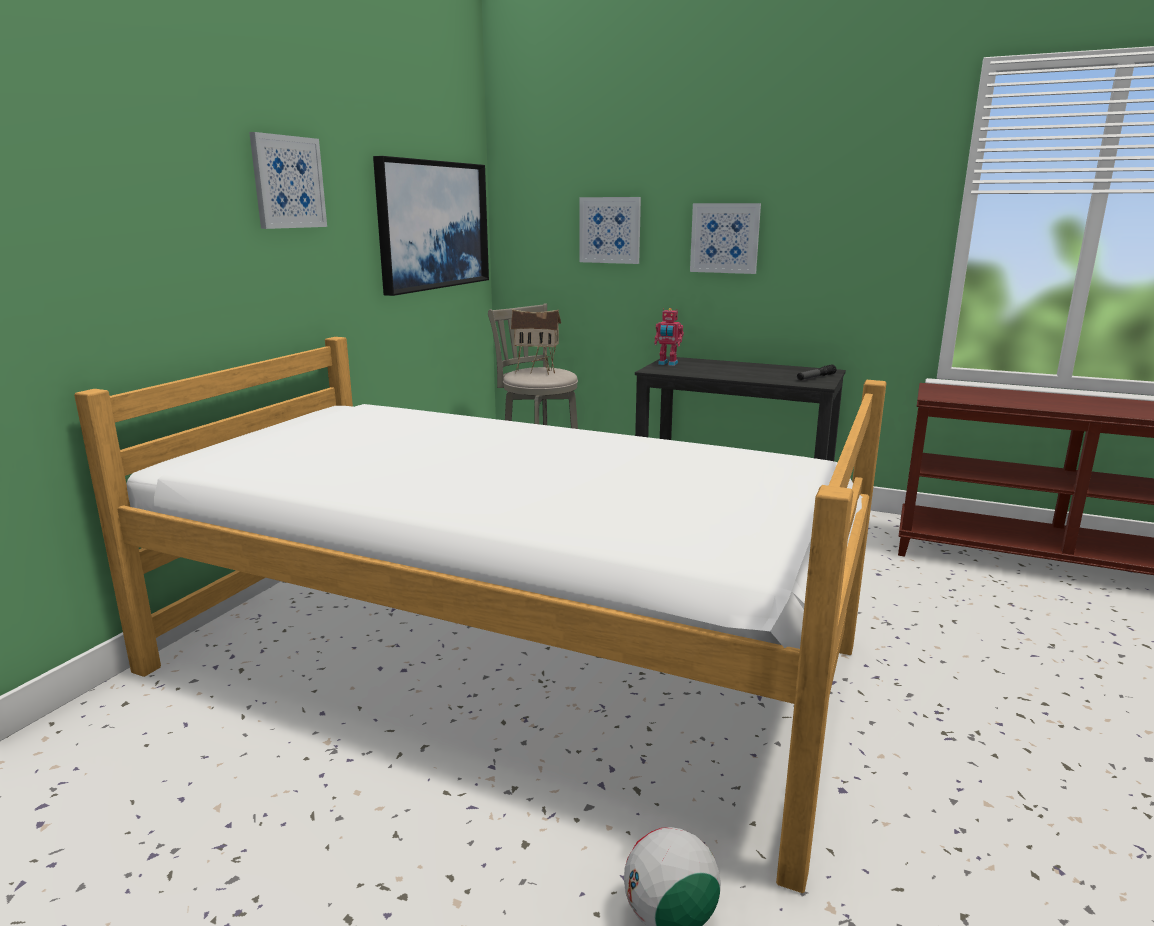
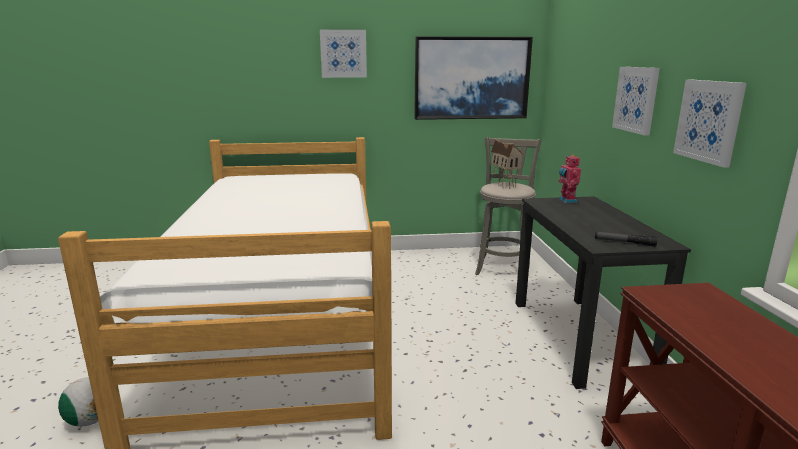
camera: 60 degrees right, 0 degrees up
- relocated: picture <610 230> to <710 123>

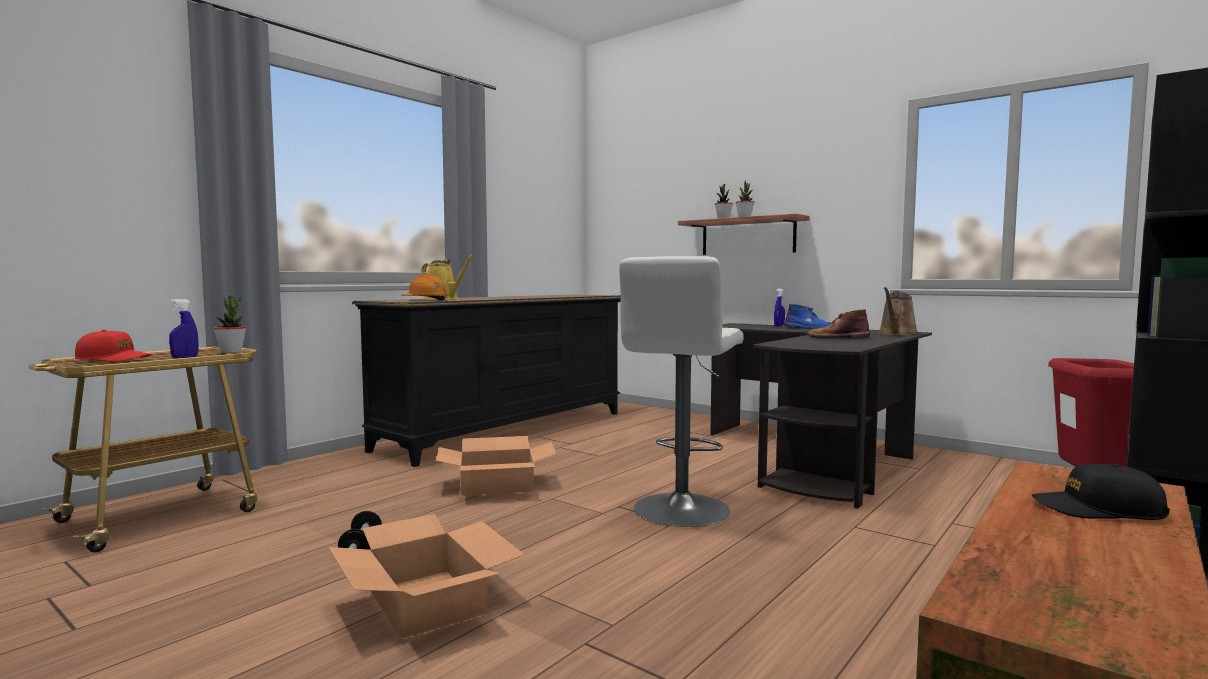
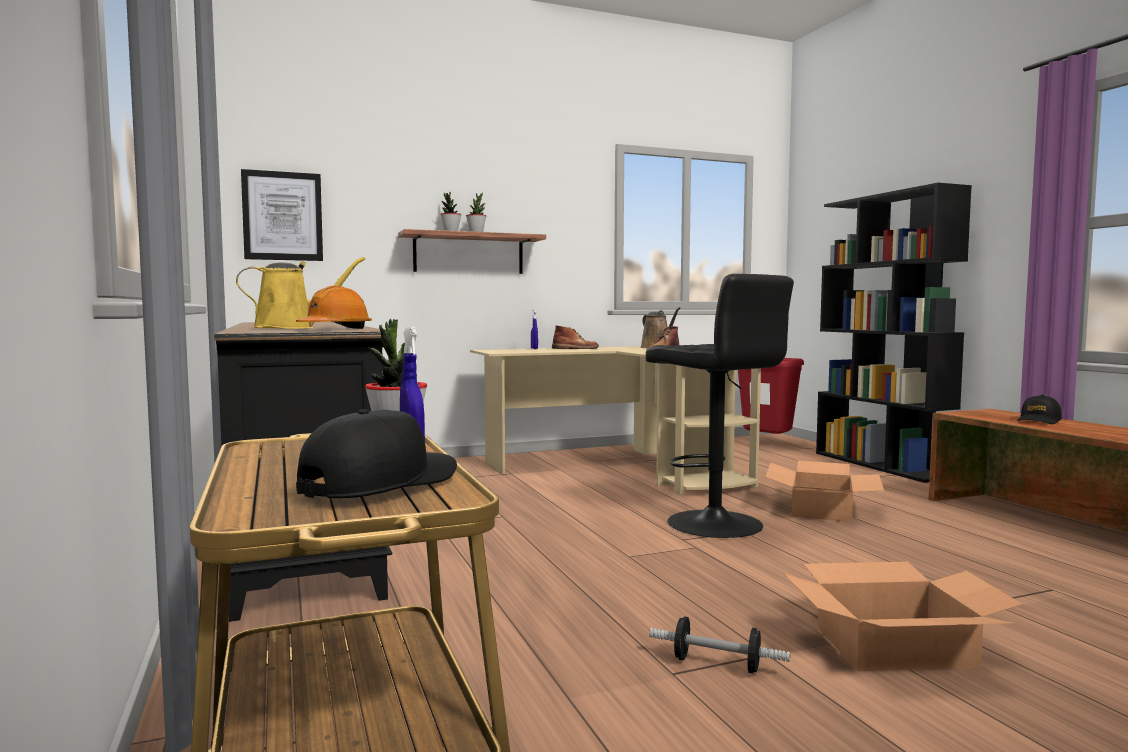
camera: 60 degrees left, 0 degrees up
- appeared: picture <282 215>
- colour: red cap <113 346> to black cap <376 453>
- colour: black desk <821 415> to beige desk <615 420>
- colour: blue boot <808 316> to brown boot <575 337>
- colour: white stool <681 391> to black stool <720 406>
- relocated: cardboard box <496 465> to <824 491>

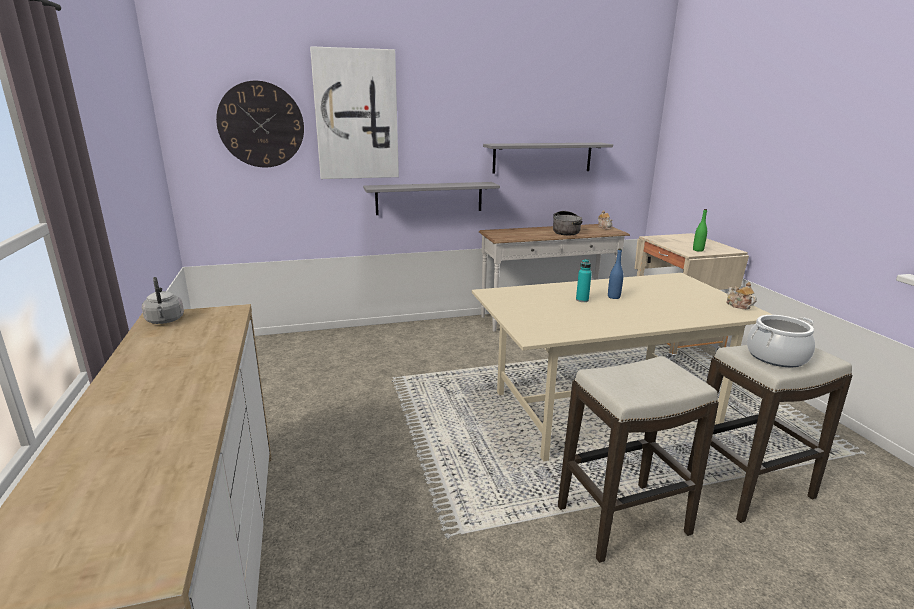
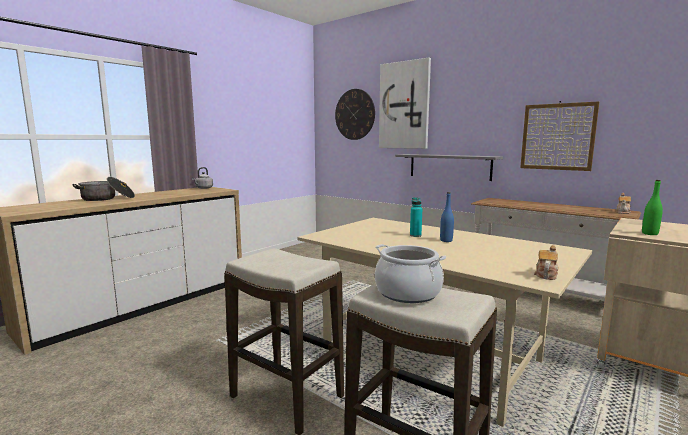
camera: 55 degrees right, 10 degrees down
- relocated: cooking pot <567 223> to <104 189>
- exchanged: grey shelf <548 158> to picture <559 136>

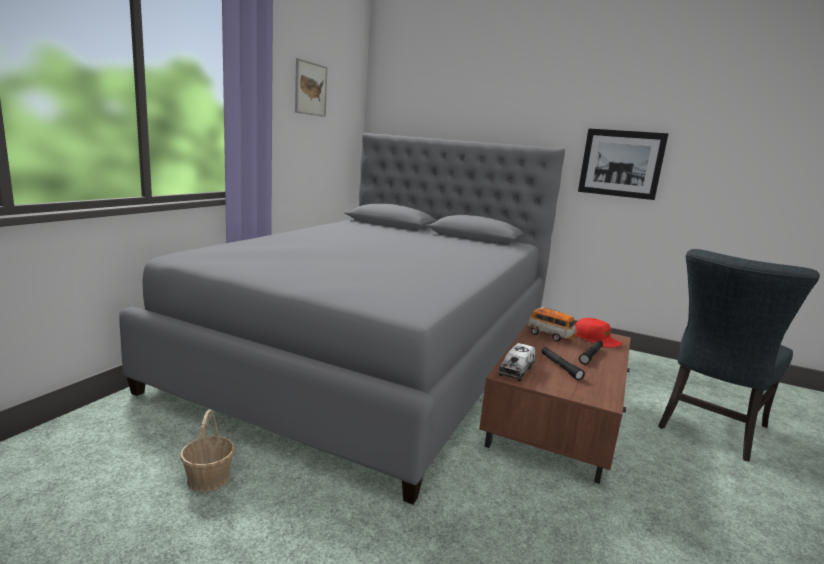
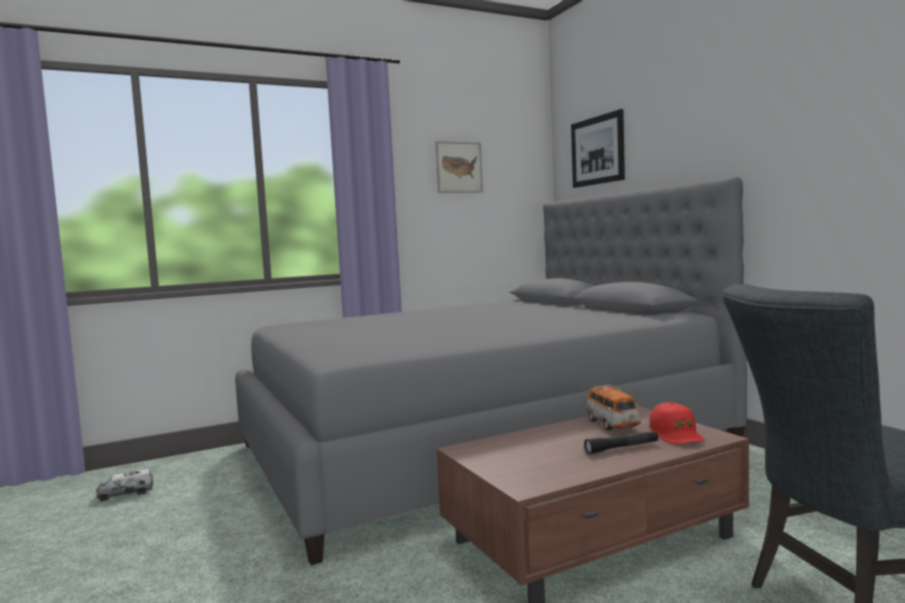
camera: 40 degrees right, 10 degrees down
- relocated: toy truck <517 362> to <125 485>
- relocated: picture <623 164> to <598 148>
- missing: basket <207 450>
- missing: black flashlight <563 363>

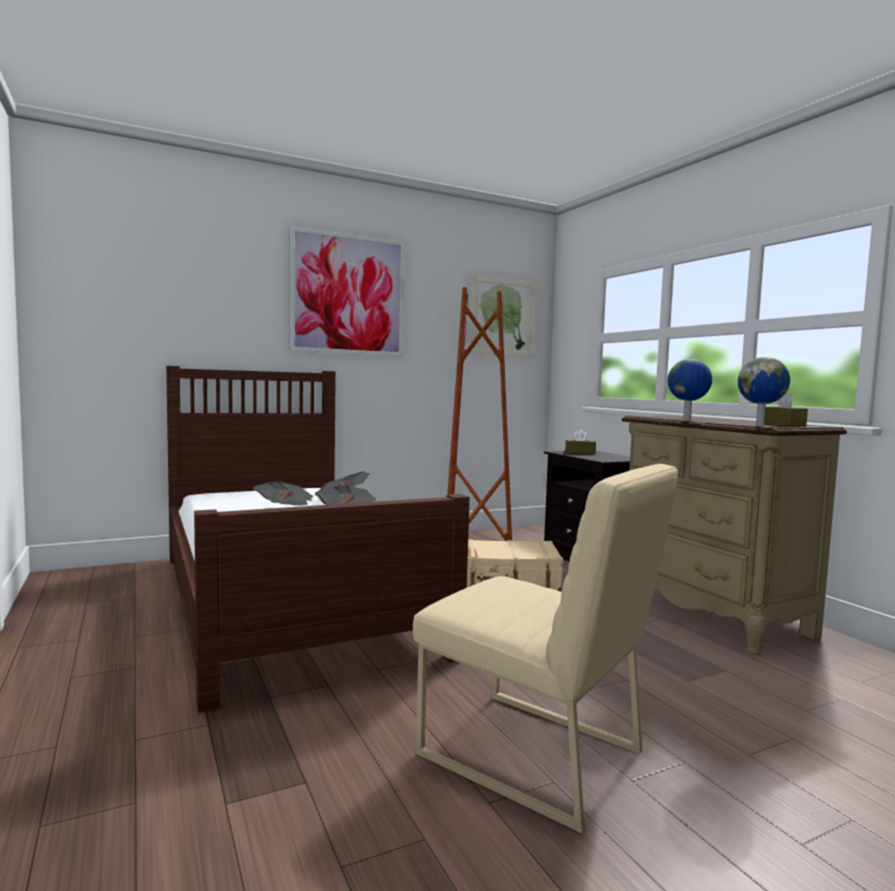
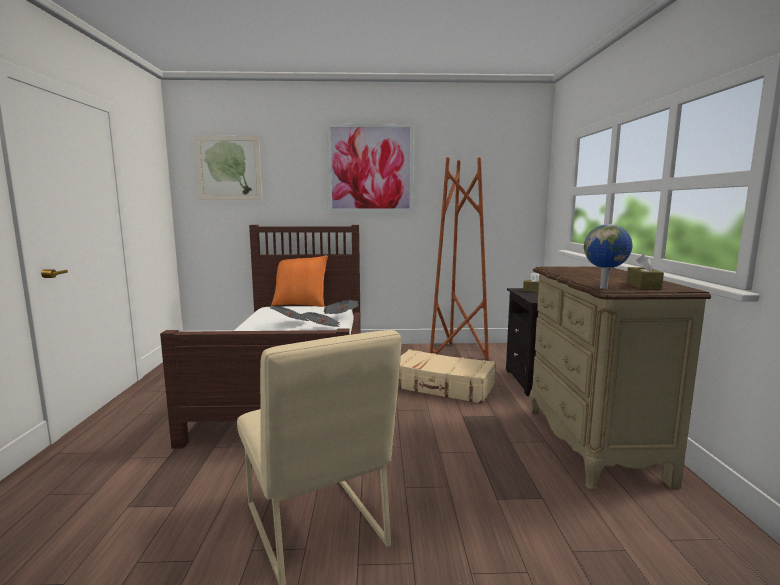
camera: 25 degrees right, 5 degrees up
- relocated: picture <503 316> to <228 167>
- appeared: orange pillow <299 281>
- missing: globe <689 390>

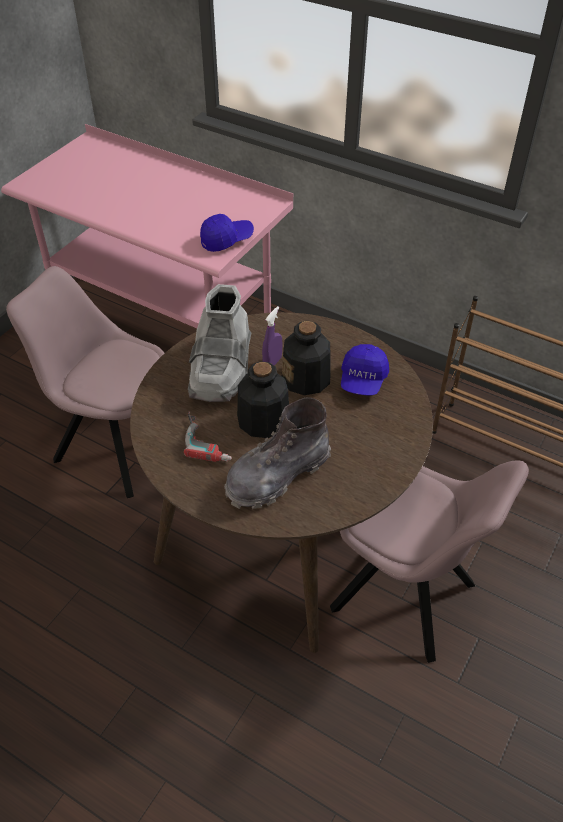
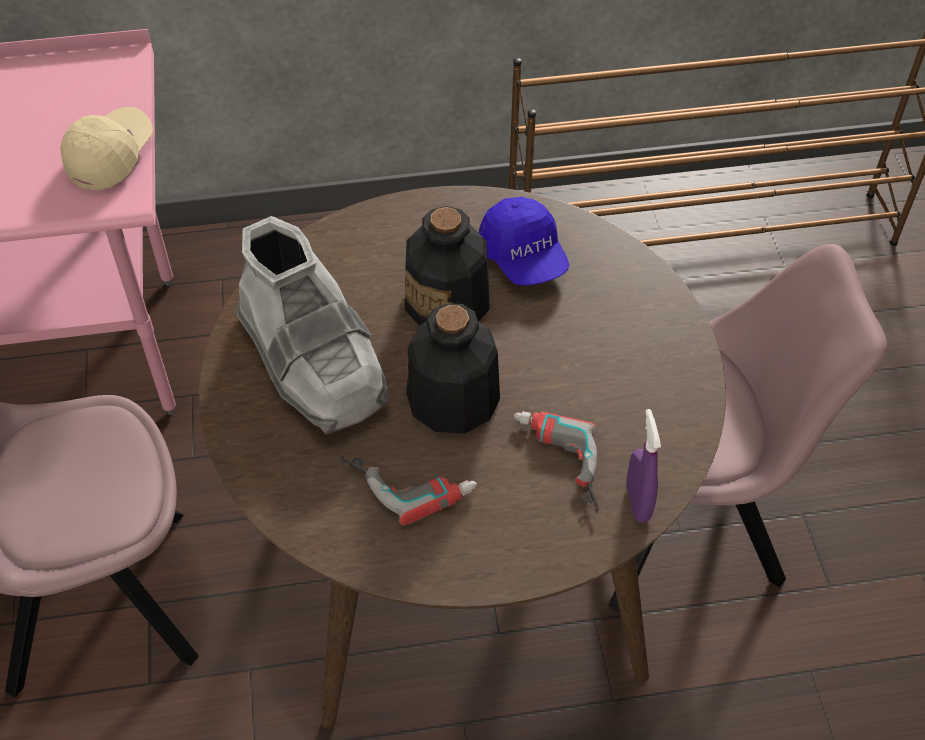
camera: 40 degrees left, 5 degrees up
- colour: blue cap <227 233> to beige cap <106 149>
- exchanged: grey boot <277 453> to power drill <556 462>
- relocated: purple spray bottle <272 335> to <643 466>

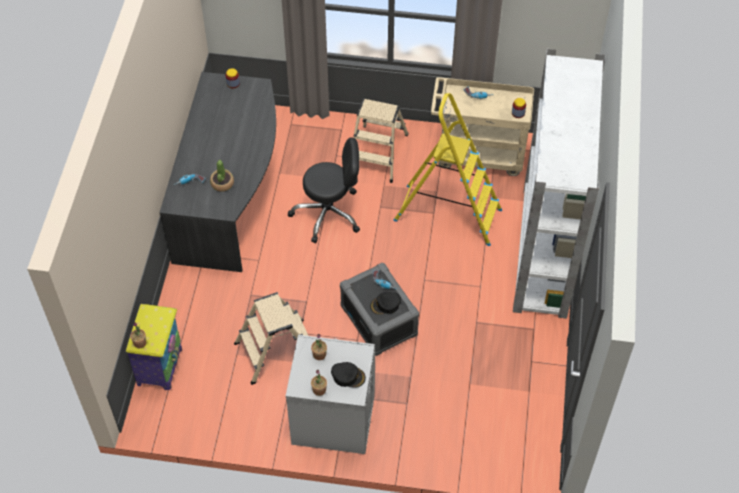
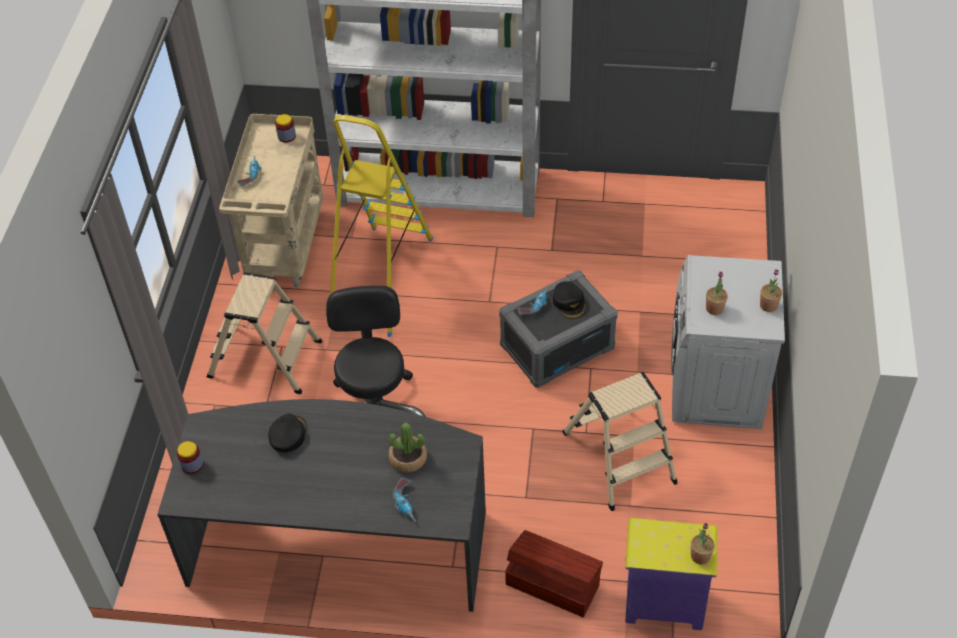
camera: 90 degrees left, 5 degrees down
- relocated: black cap <348 375> to <287 433>
- appeared: brown storage box <554 573>

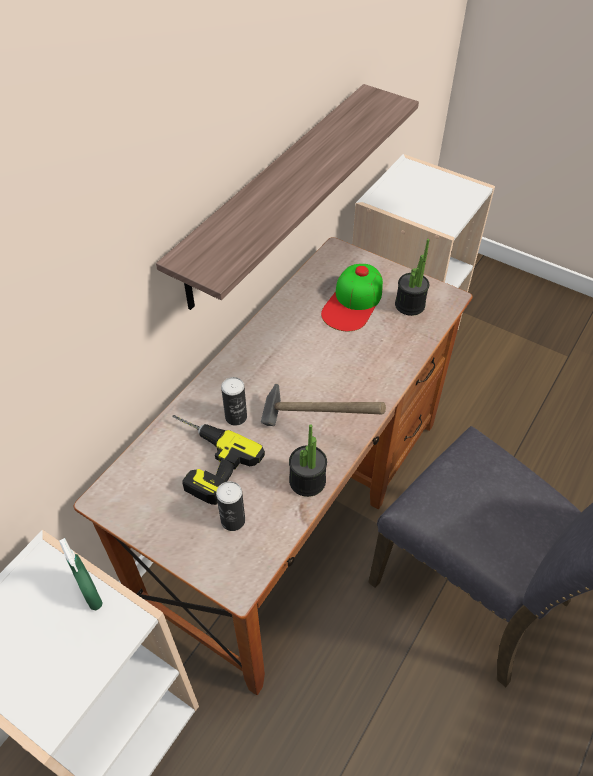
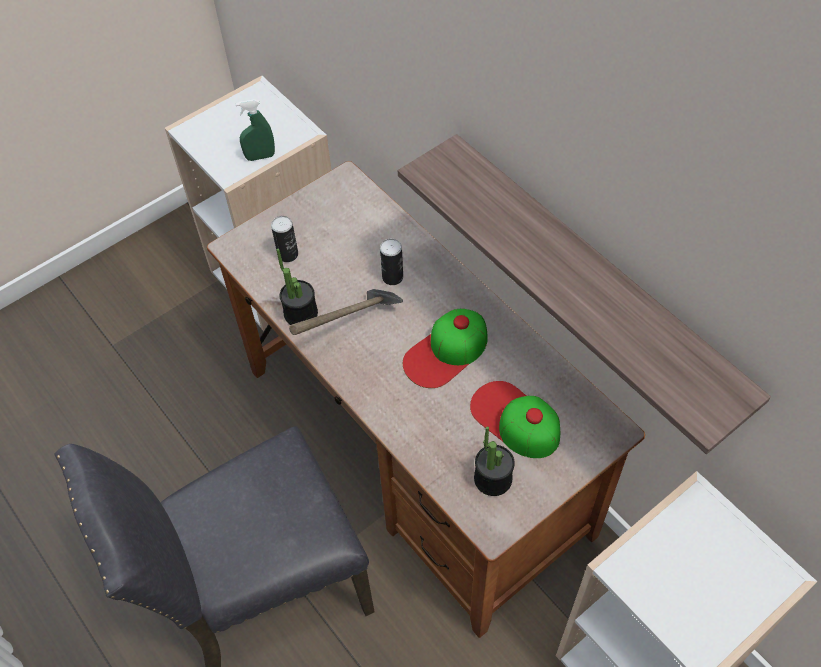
camera: 110 degrees right, 5 degrees up
- appeared: cap <445 348>
- missing: power drill <218 460>

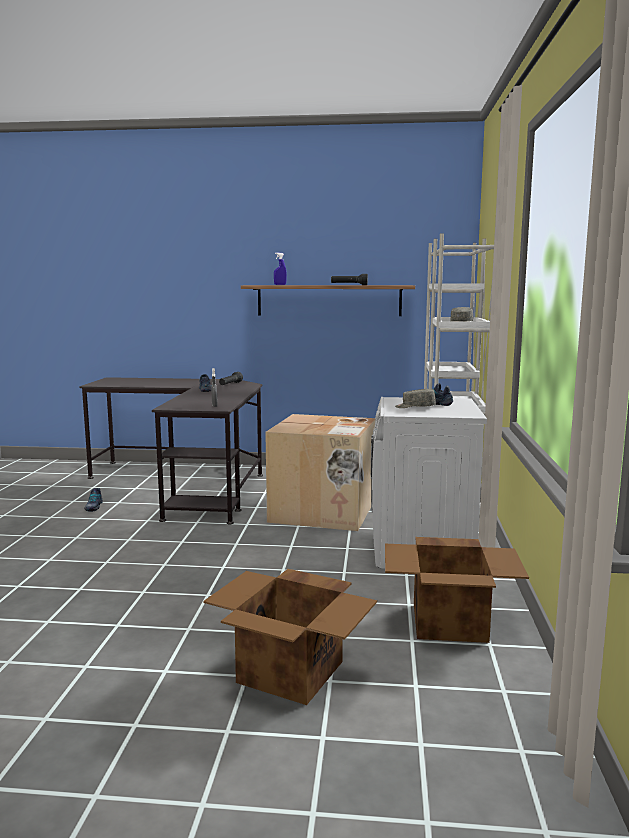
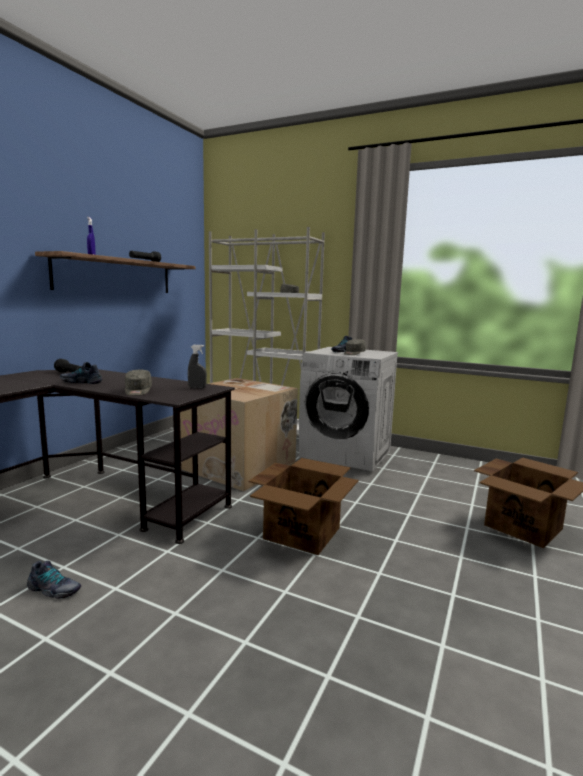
camera: 70 degrees left, 0 degrees up
- appeared: grey cap <138 383>
- relocated: cardboard box <457 590> to <303 506>

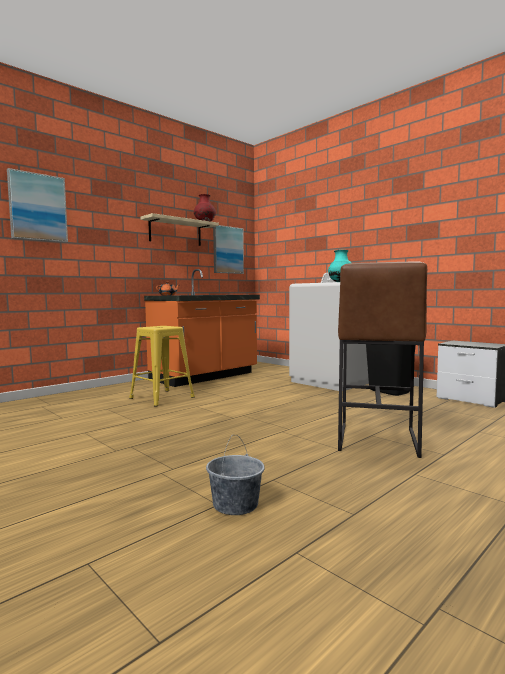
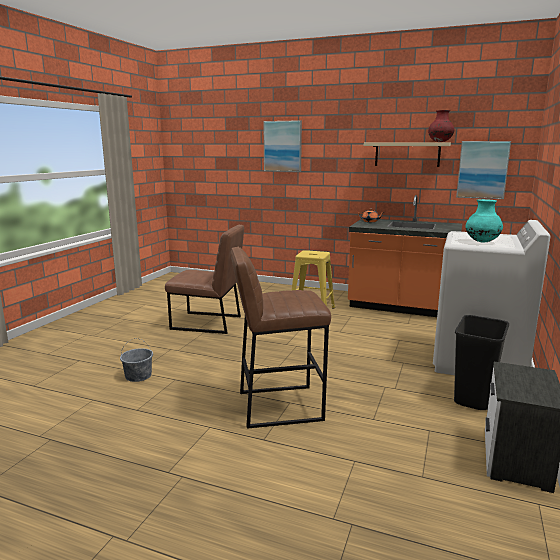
camera: 65 degrees right, 10 degrees up
- appeared: brown chair <204 279>

